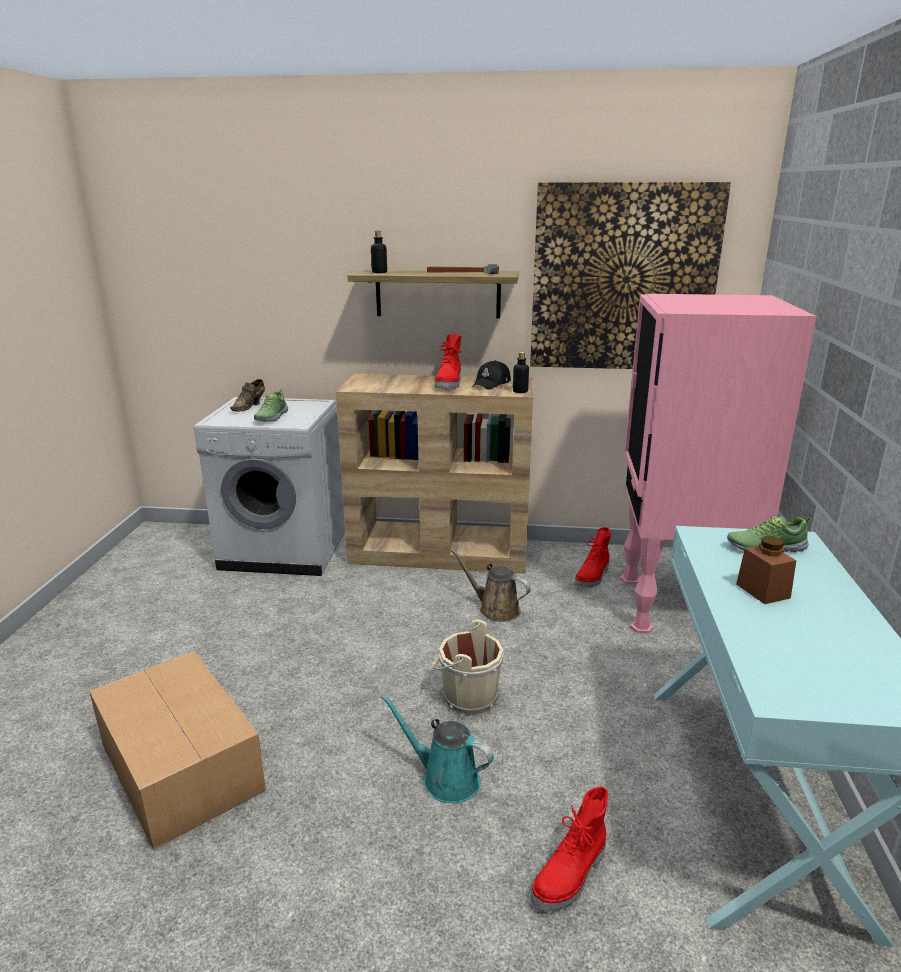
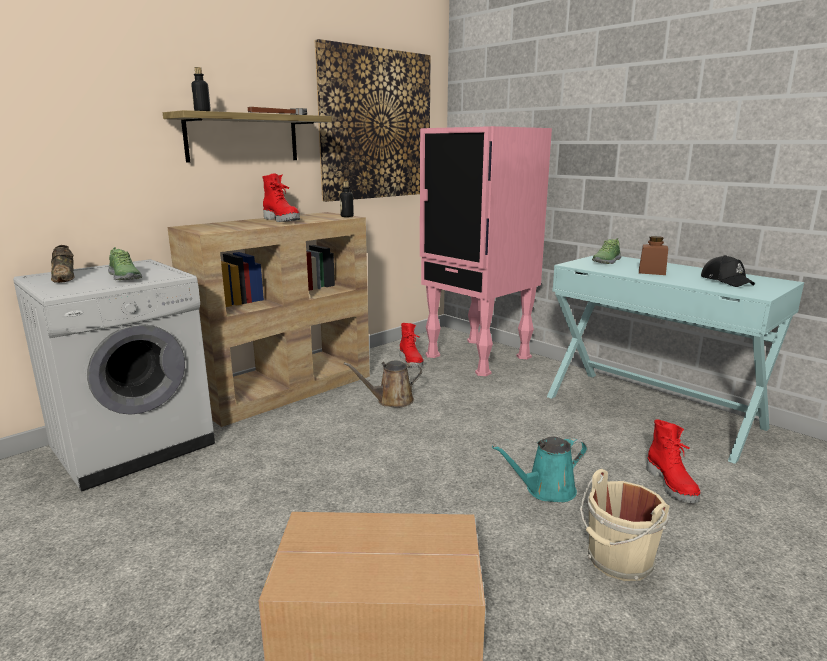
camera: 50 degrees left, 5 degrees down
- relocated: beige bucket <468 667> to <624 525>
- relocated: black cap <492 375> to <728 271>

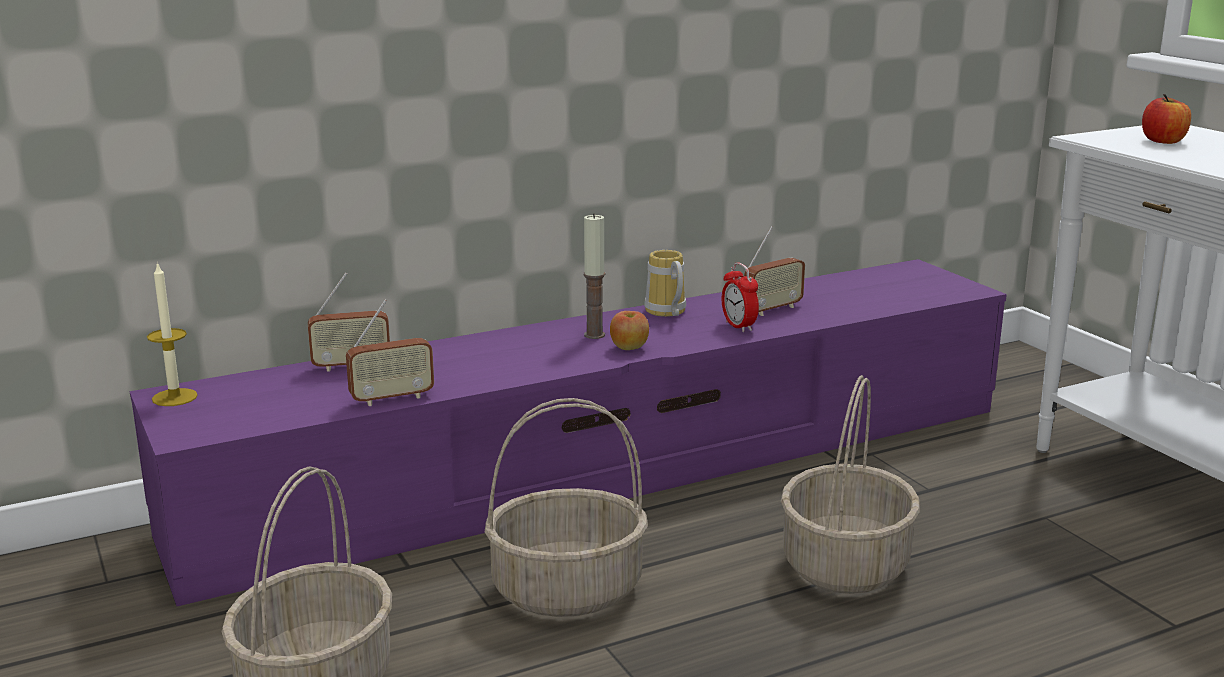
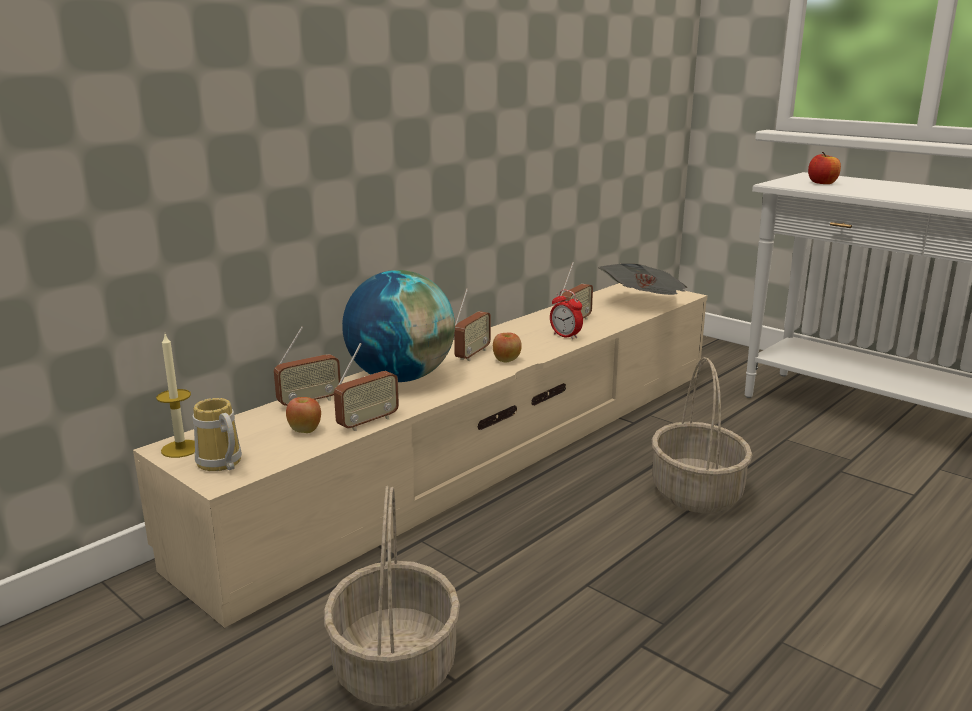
camera: 20 degrees left, 0 degrees up
- colour: purple tv stand <568 432> to beige tv stand <420 455>
- relocated: mug <665 283> to <217 434>
- appeared: apple <303 415>
- appeared: globe <398 326>
- exchanged: candle <594 276> to radio <472 324>
- appeared: newspaper <642 279>
- missing: basket <566 507>

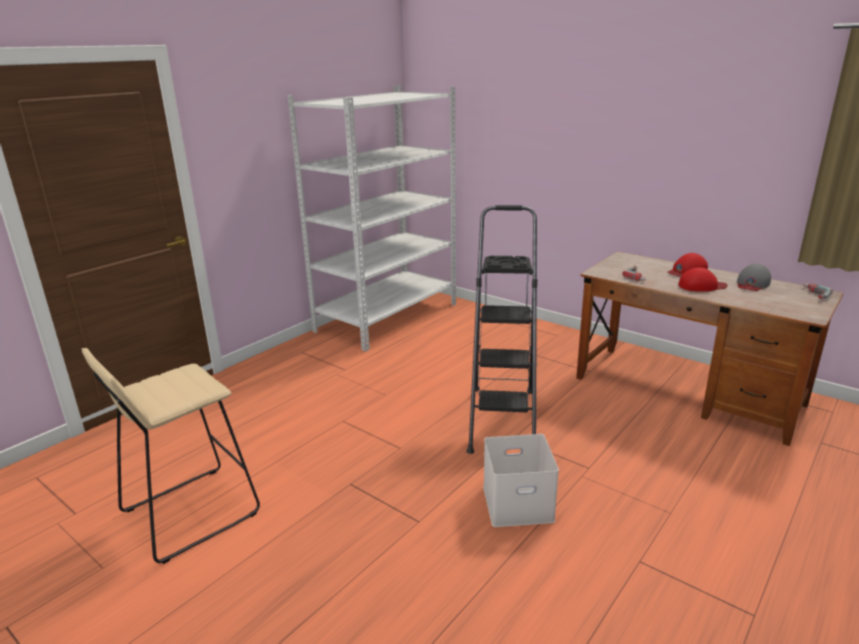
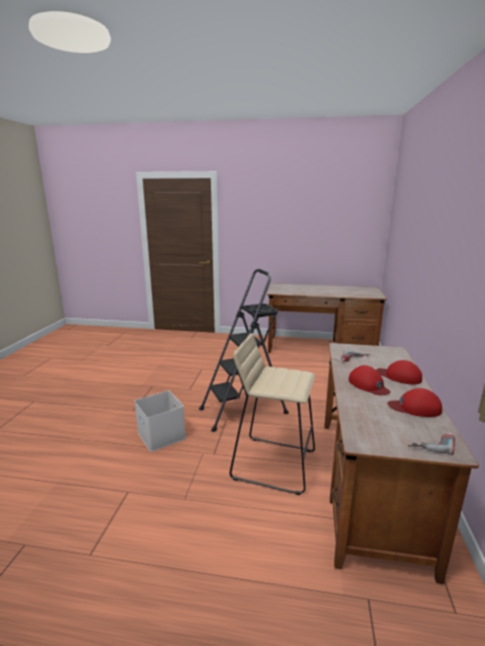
camera: 60 degrees right, 5 degrees down
- relocated: beige stool <171 456> to <273 414>
- exchanged: white bookcase <372 218> to desk <327 318>
- colour: grey cap <754 277> to red cap <414 402>

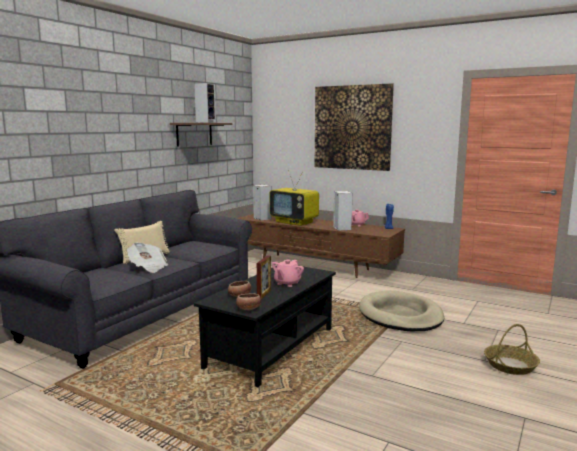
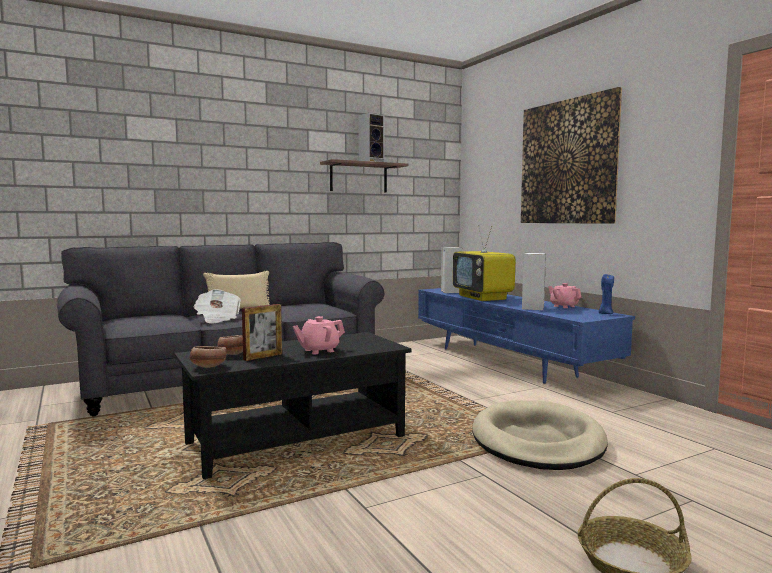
camera: 30 degrees right, 5 degrees down
- colour: brown tv stand <321 246> to blue tv stand <526 336>

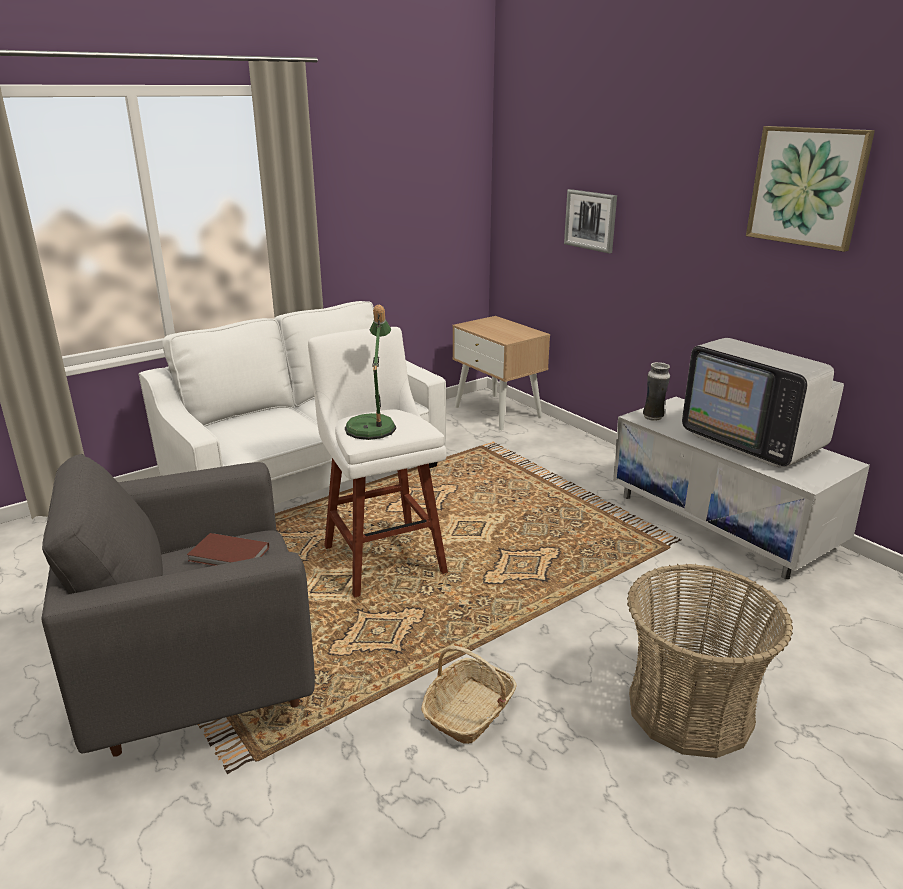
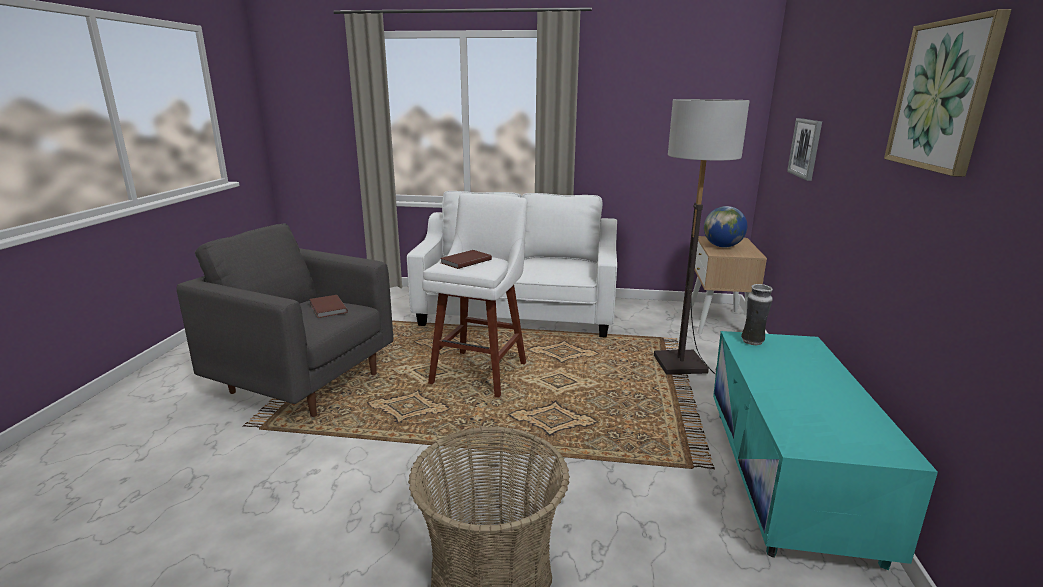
camera: 45 degrees right, 5 degrees down
- exchanged: table lamp <370 372> to brown book <466 259>
- appeared: floor lamp <702 237>
- appeared: globe <725 227>
- colour: white tv stand <741 488> to turquoise tv stand <825 450>
- missing: basket <469 695>
- missing: television <763 402>

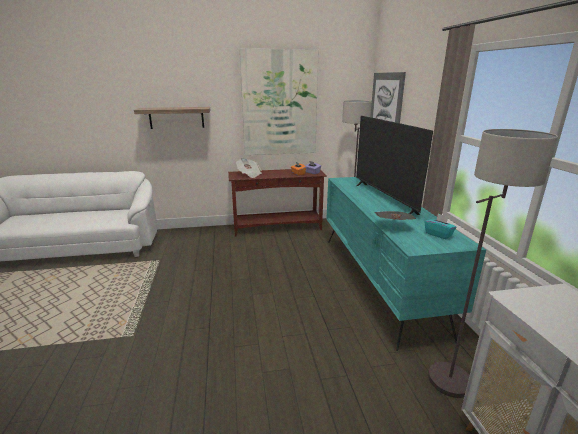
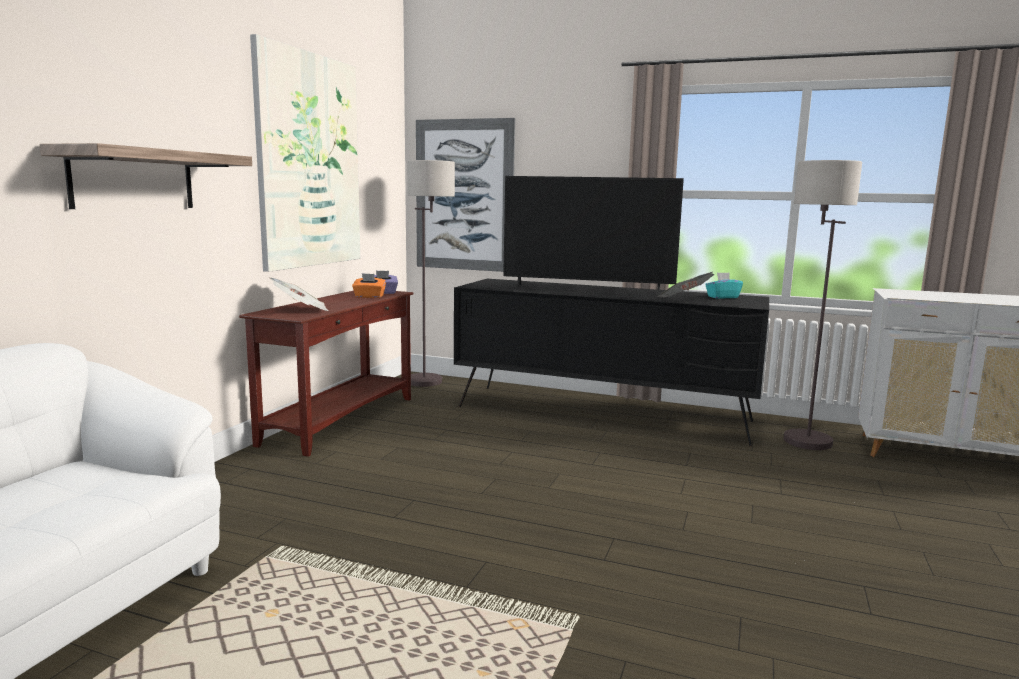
camera: 60 degrees left, 10 degrees down
- colour: turquoise tv stand <406 264> to black tv stand <611 363>

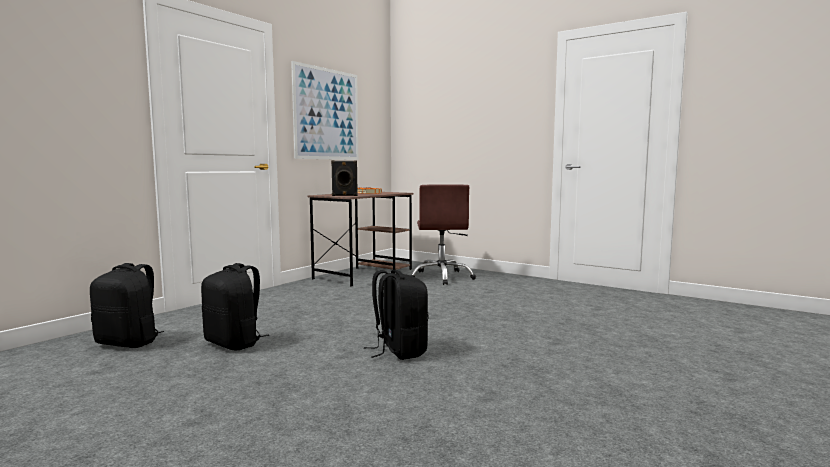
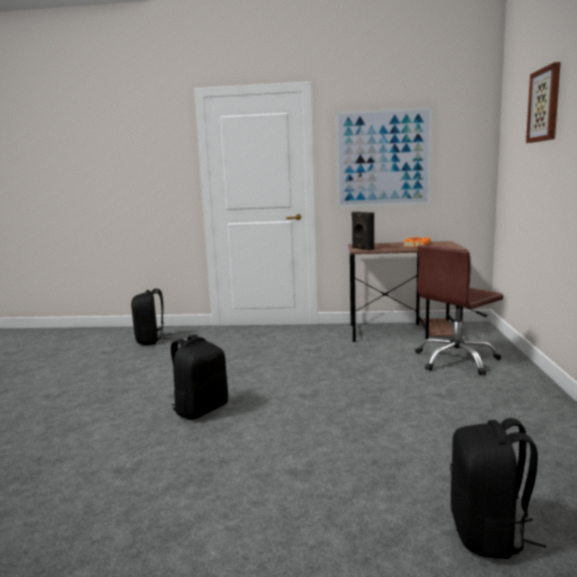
camera: 60 degrees right, 5 degrees up
- relocated: black backpack <235 306> to <498 488>
- appeared: picture <543 102>

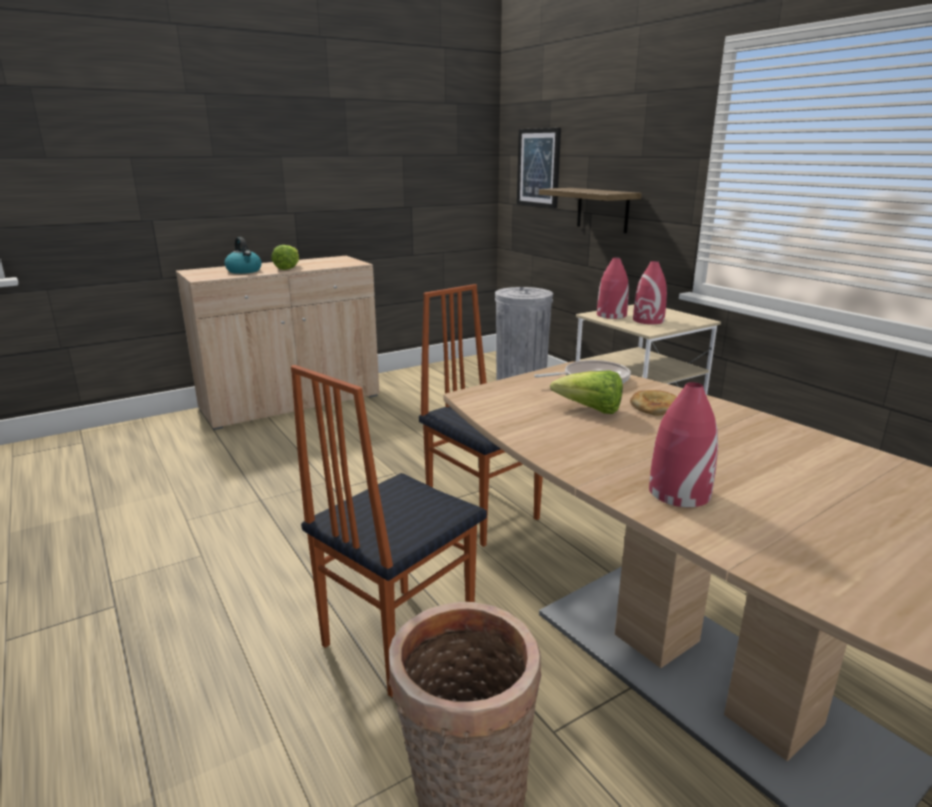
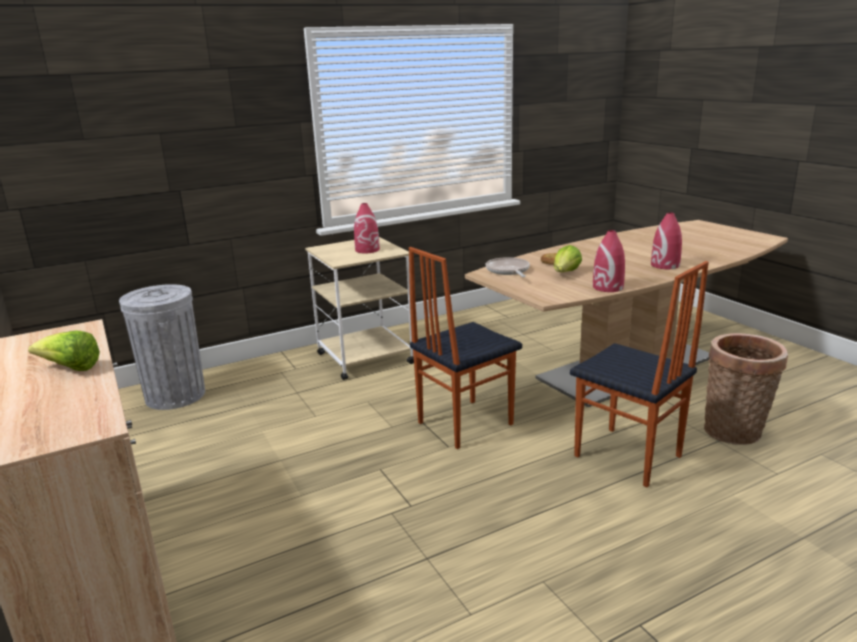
camera: 85 degrees left, 0 degrees up
- relocated: red vase <613 288> to <609 261>
- missing: kettle <243 255>
- missing: picture <539 168>
- missing: shelf <590 210>

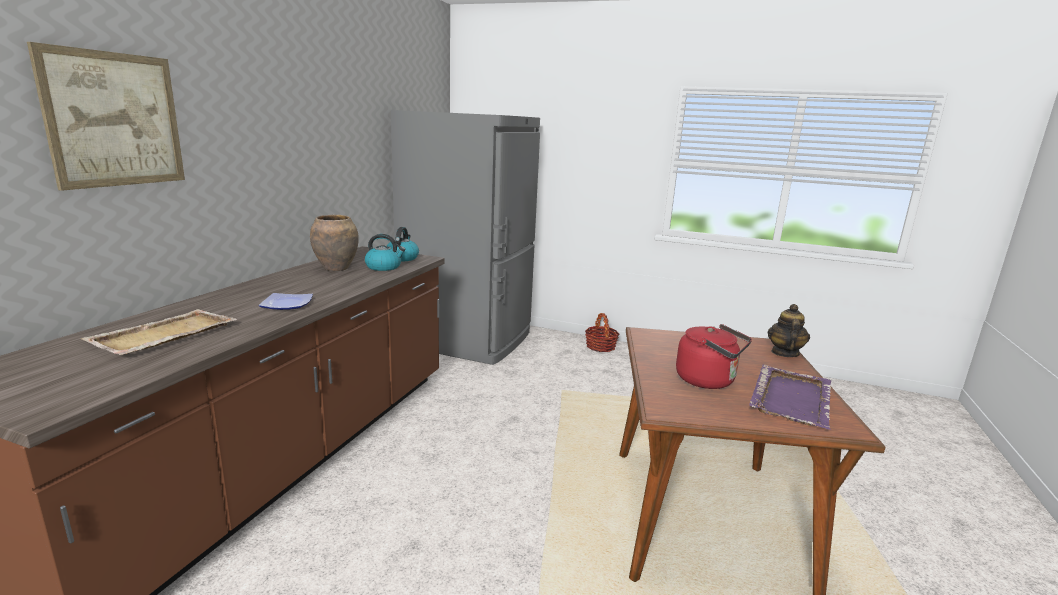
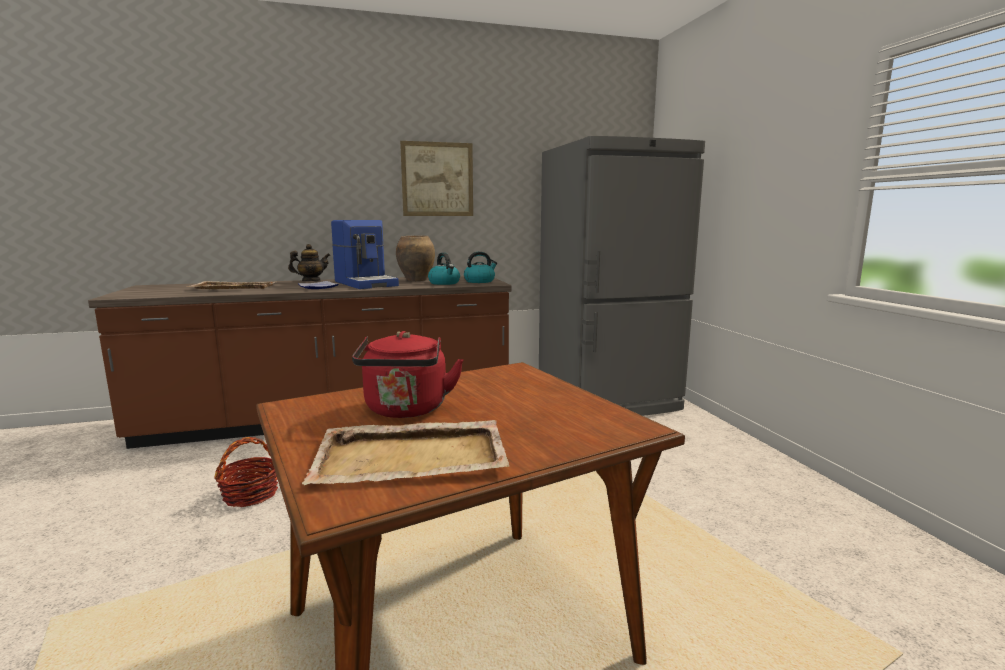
camera: 55 degrees right, 5 degrees down
- relocated: basket <602 332> to <246 472>
- relocated: teapot <789 330> to <309 262>
- colour: purple tray <790 397> to beige tray <406 452>
- appeared: coffee machine <365 254>
- relocated: picture <106 116> to <436 178>

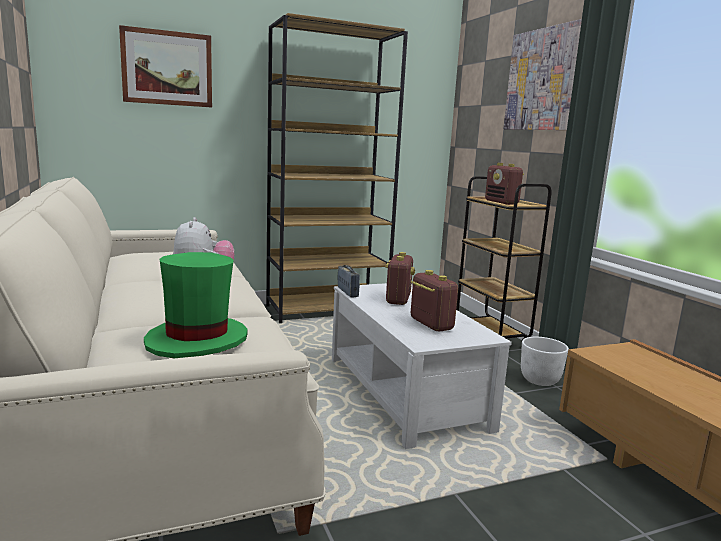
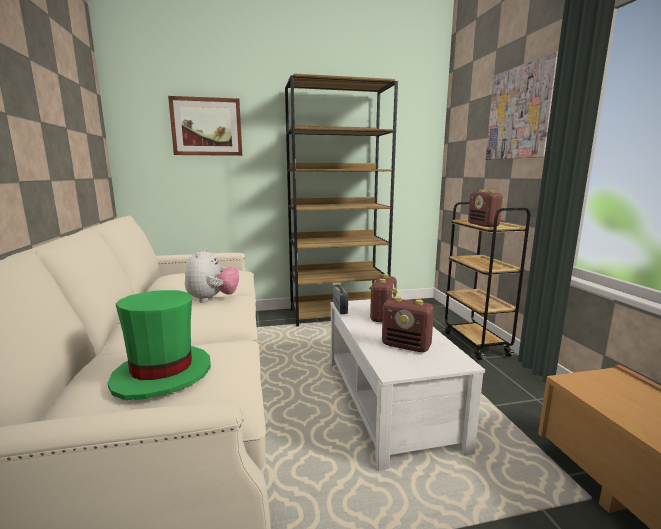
camera: 10 degrees right, 0 degrees up
- spun: radio <434 301> = <408 324> 135 degrees clockwise
- missing: white planter <545 361>

